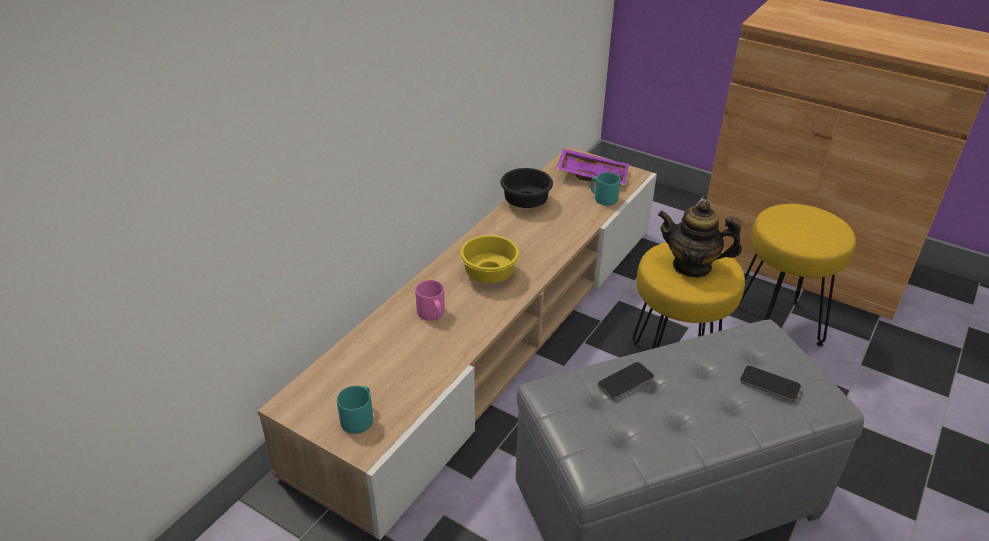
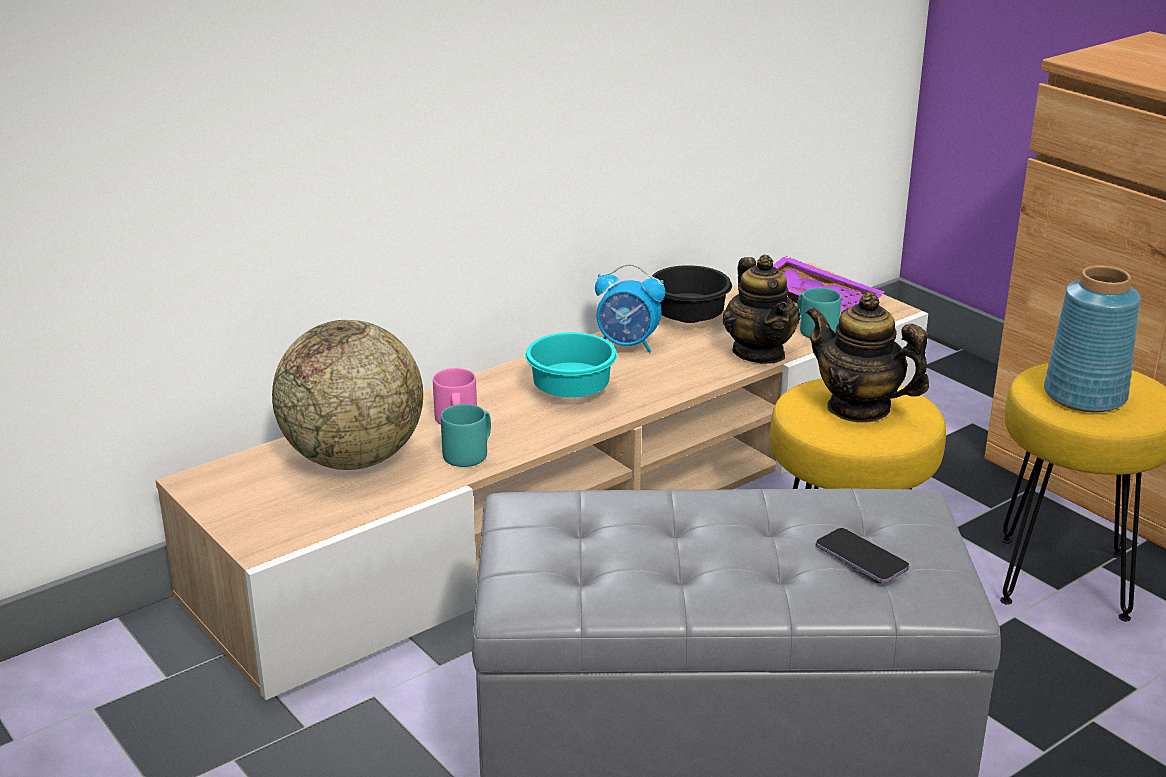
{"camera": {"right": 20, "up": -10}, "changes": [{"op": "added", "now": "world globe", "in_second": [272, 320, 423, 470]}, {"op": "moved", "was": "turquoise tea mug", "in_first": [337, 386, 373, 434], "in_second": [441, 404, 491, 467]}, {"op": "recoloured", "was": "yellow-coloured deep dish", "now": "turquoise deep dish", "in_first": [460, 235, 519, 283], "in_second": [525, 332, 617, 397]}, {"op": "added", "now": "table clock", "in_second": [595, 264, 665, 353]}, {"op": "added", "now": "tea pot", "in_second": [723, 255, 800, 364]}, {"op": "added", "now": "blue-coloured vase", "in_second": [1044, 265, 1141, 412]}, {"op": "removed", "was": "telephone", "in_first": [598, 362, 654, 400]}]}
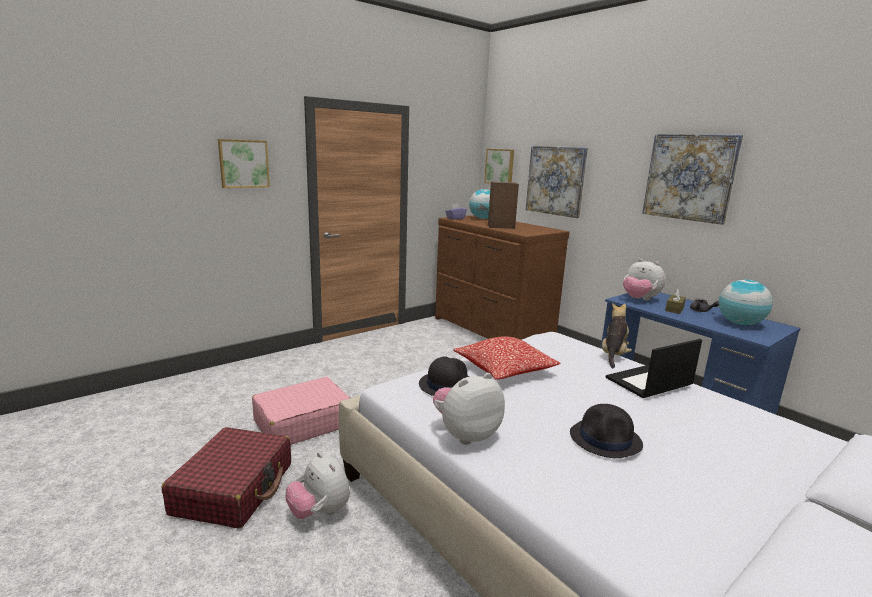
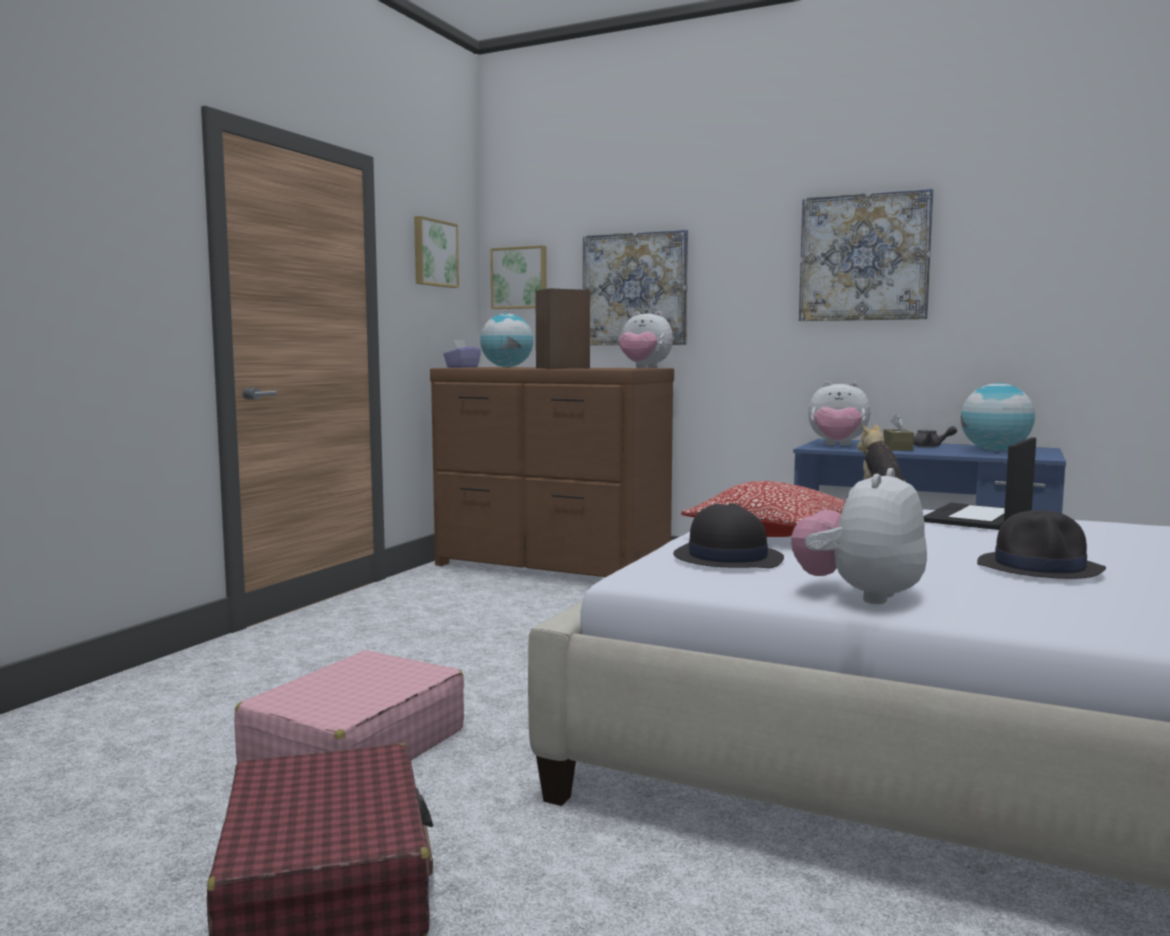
{"camera": {"right": -25, "up": -10}, "changes": [{"op": "moved", "was": "wall art", "in_first": [218, 139, 270, 188], "in_second": [414, 216, 459, 288]}, {"op": "moved", "was": "cuddly toy", "in_first": [286, 452, 350, 519], "in_second": [619, 311, 673, 368]}]}
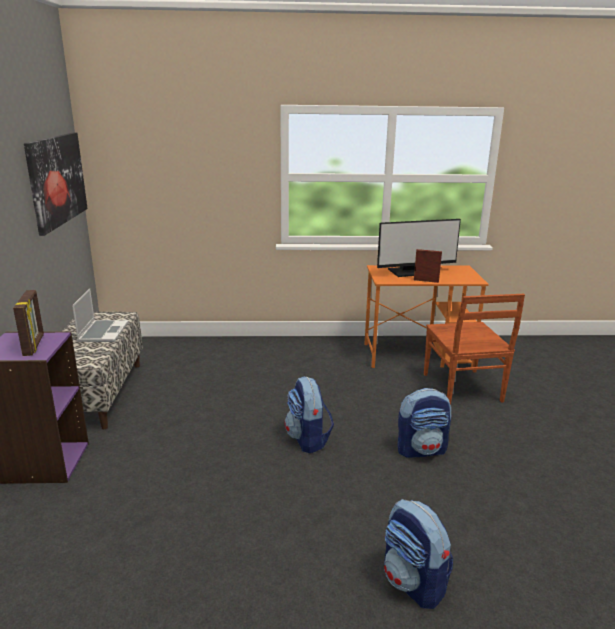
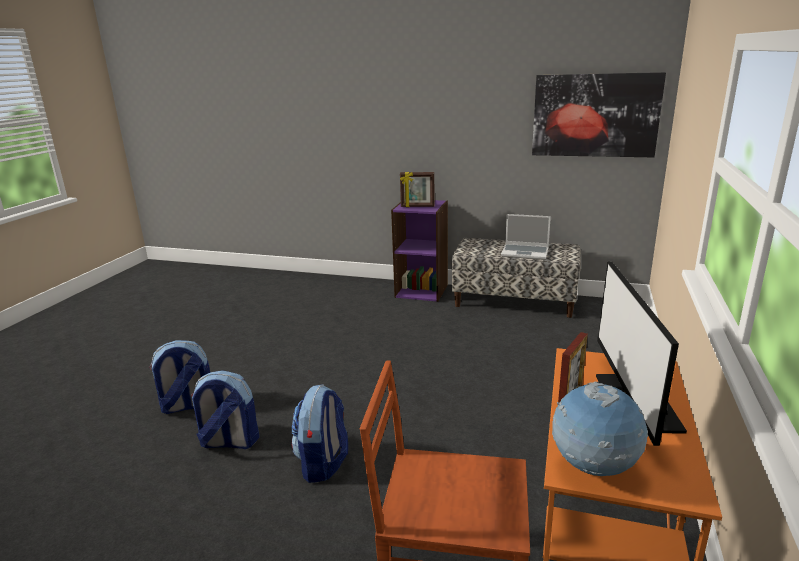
{"camera": {"right": 110, "up": 0}, "changes": [{"op": "moved", "was": "knapsack", "in_first": [284, 376, 334, 453], "in_second": [191, 370, 259, 449]}, {"op": "added", "now": "world globe", "in_second": [552, 382, 648, 476]}]}
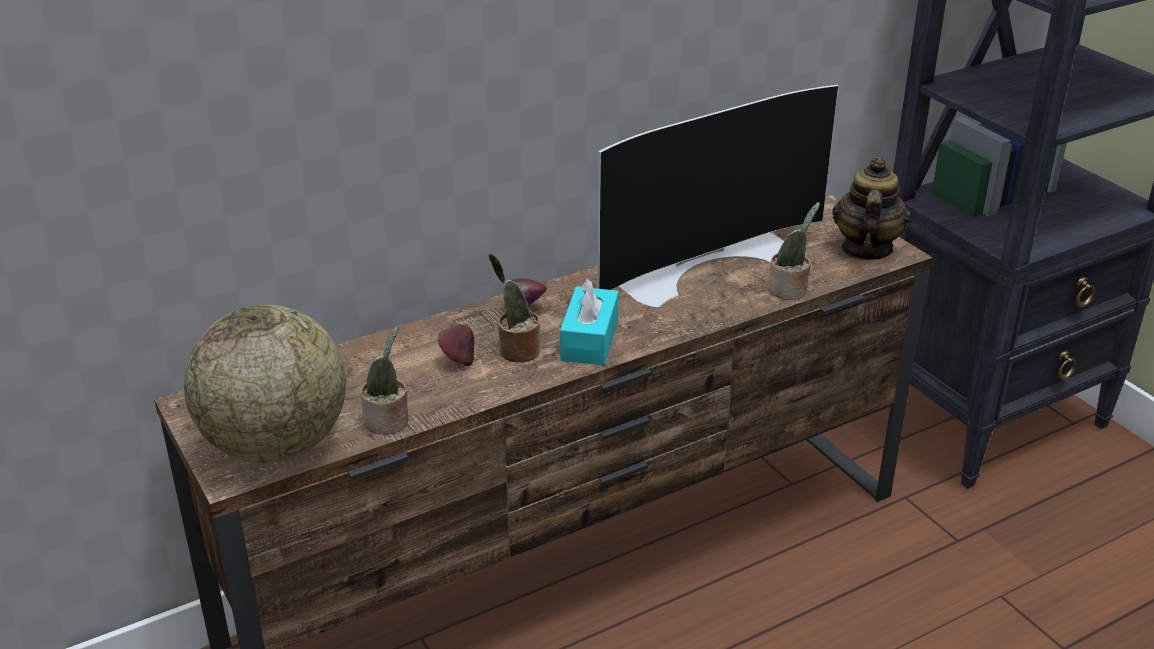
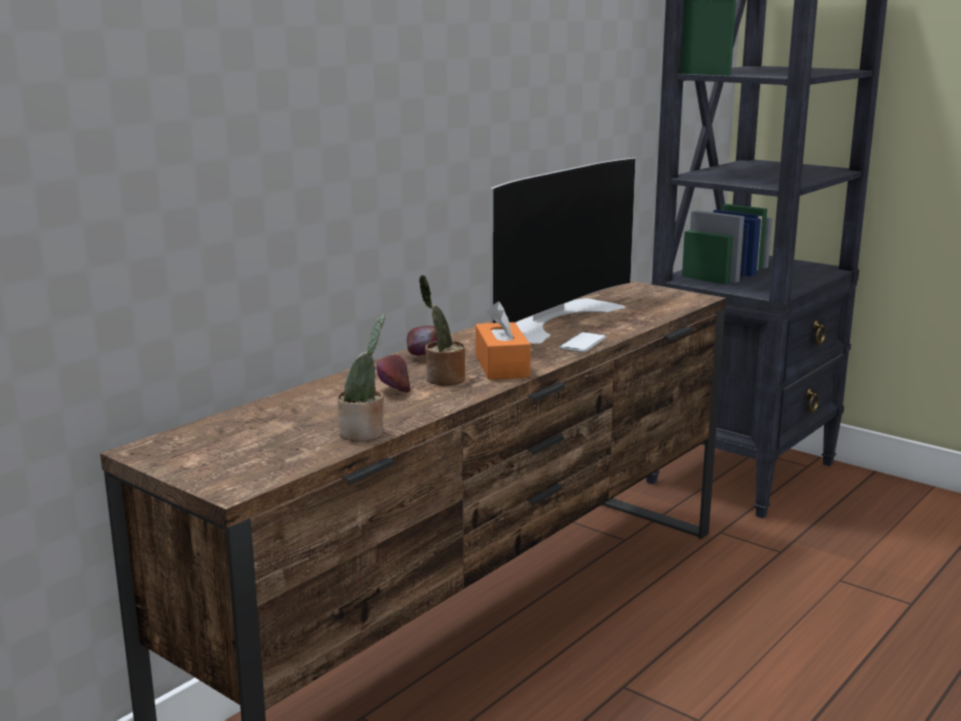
{"camera": {"right": -20, "up": -15}, "changes": [{"op": "recoloured", "was": "turquoise tissue box", "now": "orange tissue box", "in_first": [560, 278, 619, 365], "in_second": [475, 301, 531, 380]}, {"op": "added", "now": "telephone", "in_second": [559, 332, 607, 353]}, {"op": "removed", "was": "world globe", "in_first": [184, 305, 346, 463]}, {"op": "removed", "was": "plant in a pot", "in_first": [769, 202, 820, 300]}, {"op": "removed", "was": "tea pot", "in_first": [832, 157, 911, 260]}]}
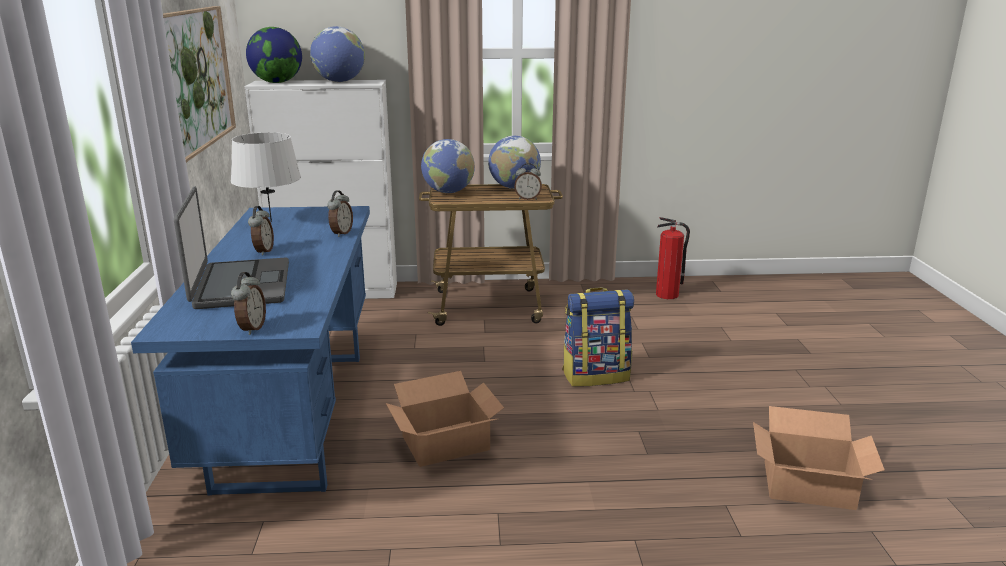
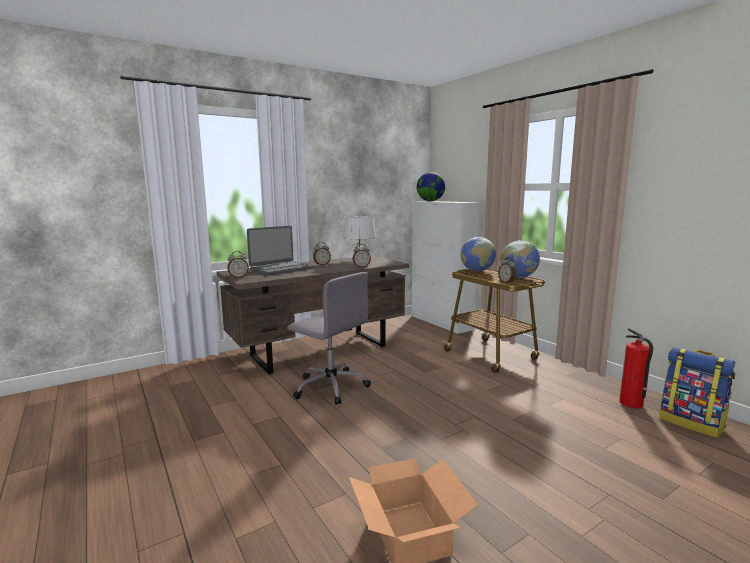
{"camera": {"right": 60, "up": -10}, "changes": [{"op": "recoloured", "was": "blue-coloured desk table", "now": "brown desk table", "in_first": [131, 206, 370, 495], "in_second": [217, 255, 409, 374]}, {"op": "replaced", "was": "carton", "now": "grey computer chair", "in_first": [386, 371, 504, 467], "in_second": [287, 272, 371, 405]}, {"op": "moved", "was": "knapsack", "in_first": [562, 287, 634, 387], "in_second": [659, 347, 735, 438]}, {"op": "removed", "was": "wall art", "in_first": [163, 6, 236, 162]}, {"op": "removed", "was": "world globe", "in_first": [310, 26, 365, 82]}]}
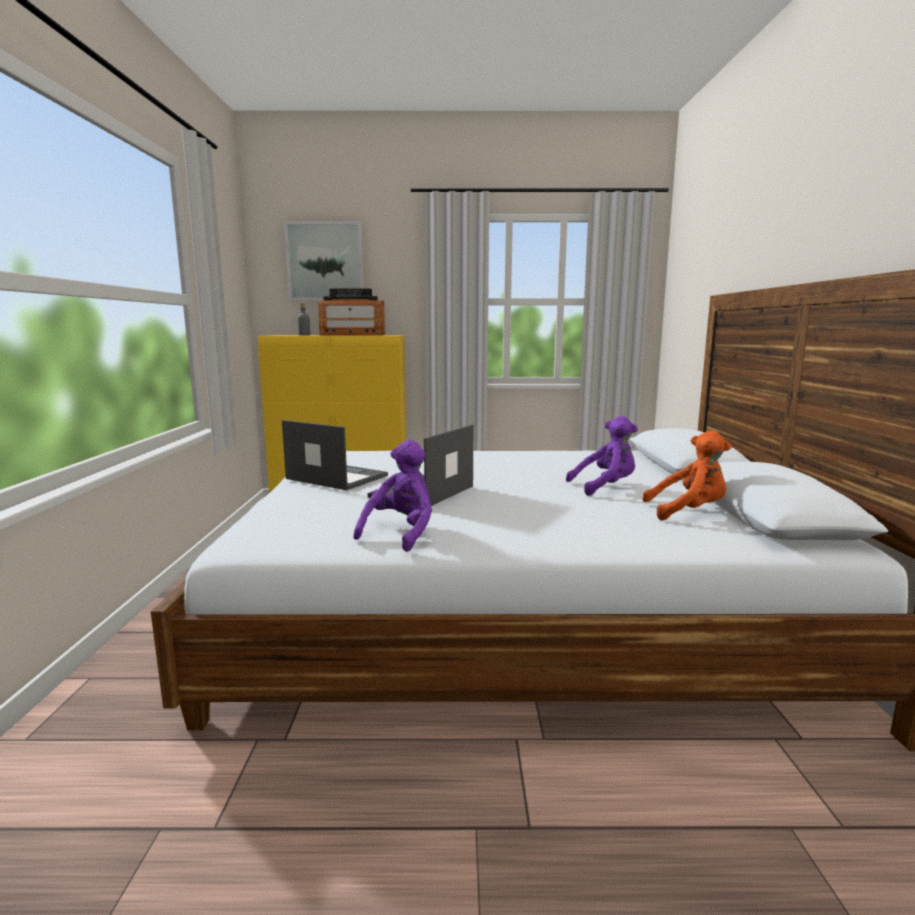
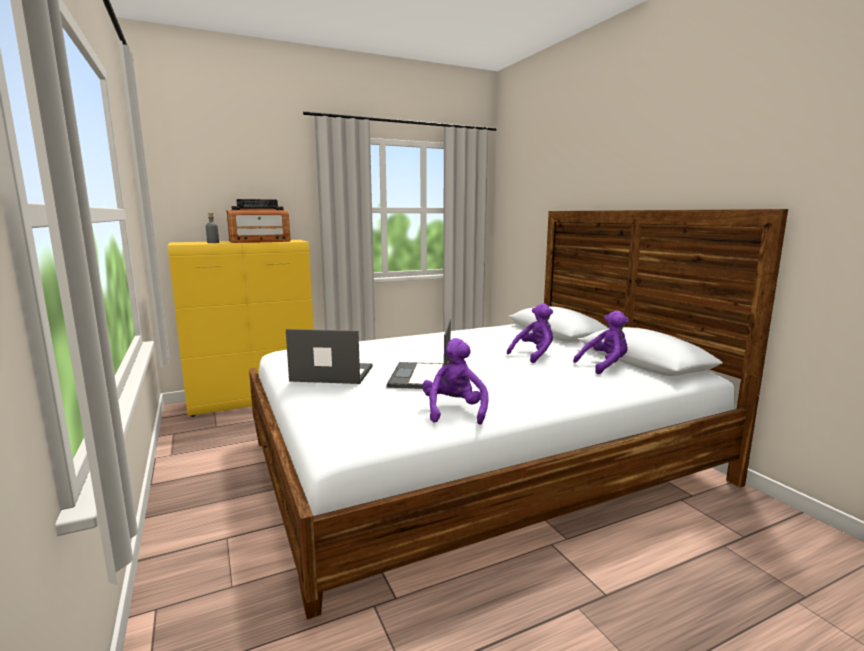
{"camera": {"right": -25, "up": 0}, "changes": [{"op": "recoloured", "was": "orange cuddly toy", "now": "purplish cuddly toy", "in_first": [642, 430, 731, 521], "in_second": [573, 311, 629, 374]}, {"op": "removed", "was": "wall art", "in_first": [284, 221, 364, 301]}]}
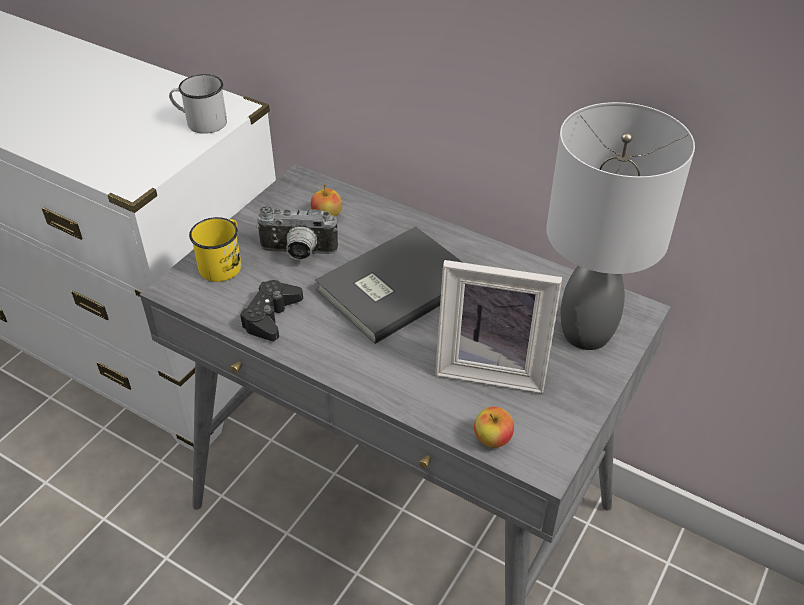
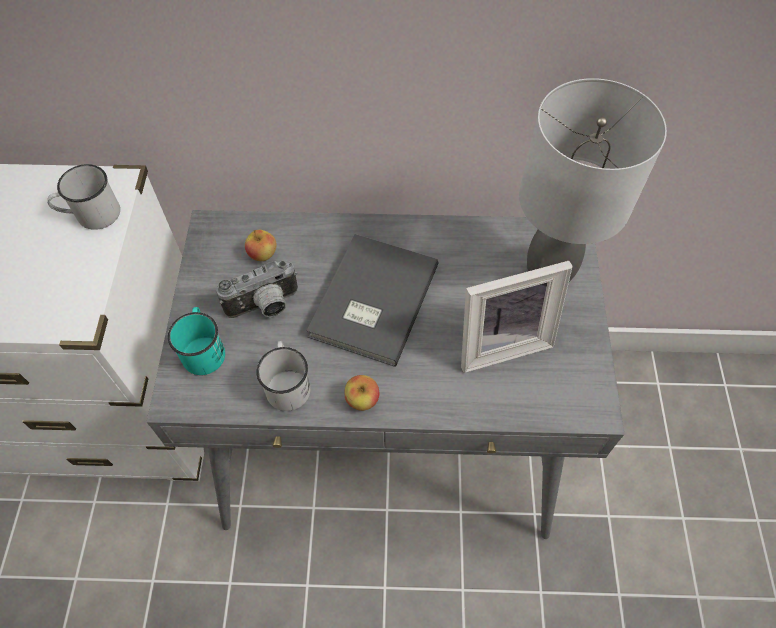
{"camera": {"right": -30, "up": 15}, "changes": [{"op": "recoloured", "was": "yellow-coloured tea mug", "now": "turquoise tea mug", "in_first": [189, 217, 241, 282], "in_second": [168, 307, 225, 375]}, {"op": "replaced", "was": "black game controller", "now": "whitish tea mug", "in_first": [240, 280, 303, 341], "in_second": [256, 341, 310, 411]}, {"op": "moved", "was": "whole apple", "in_first": [474, 406, 514, 448], "in_second": [344, 375, 380, 411]}]}
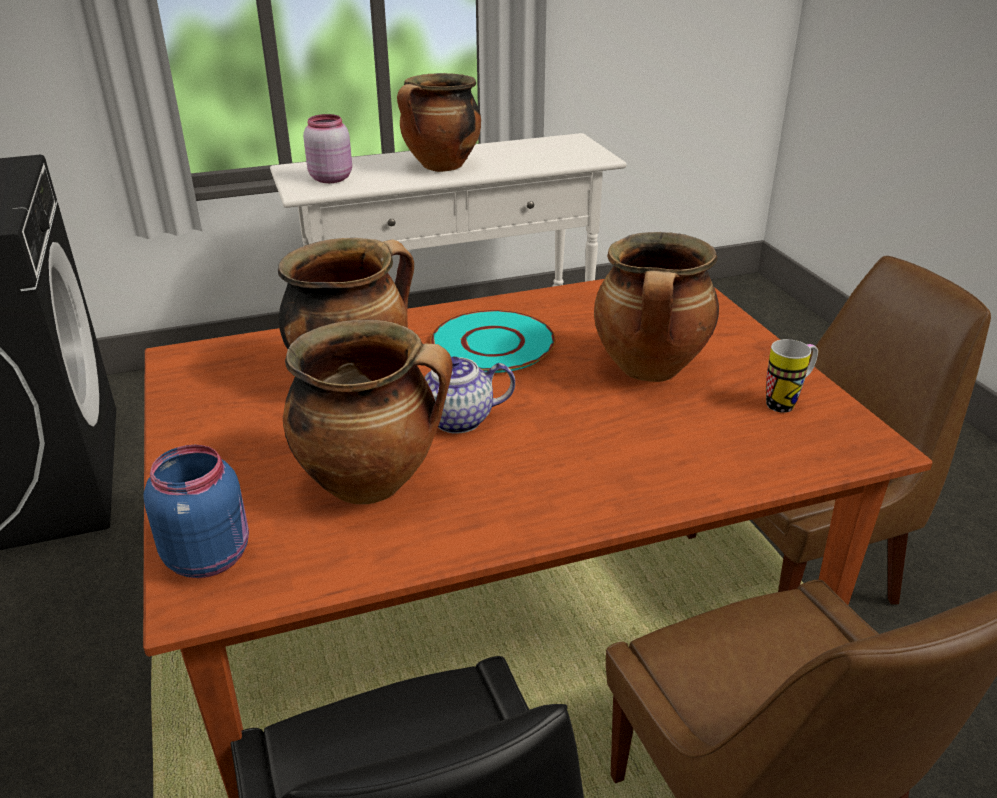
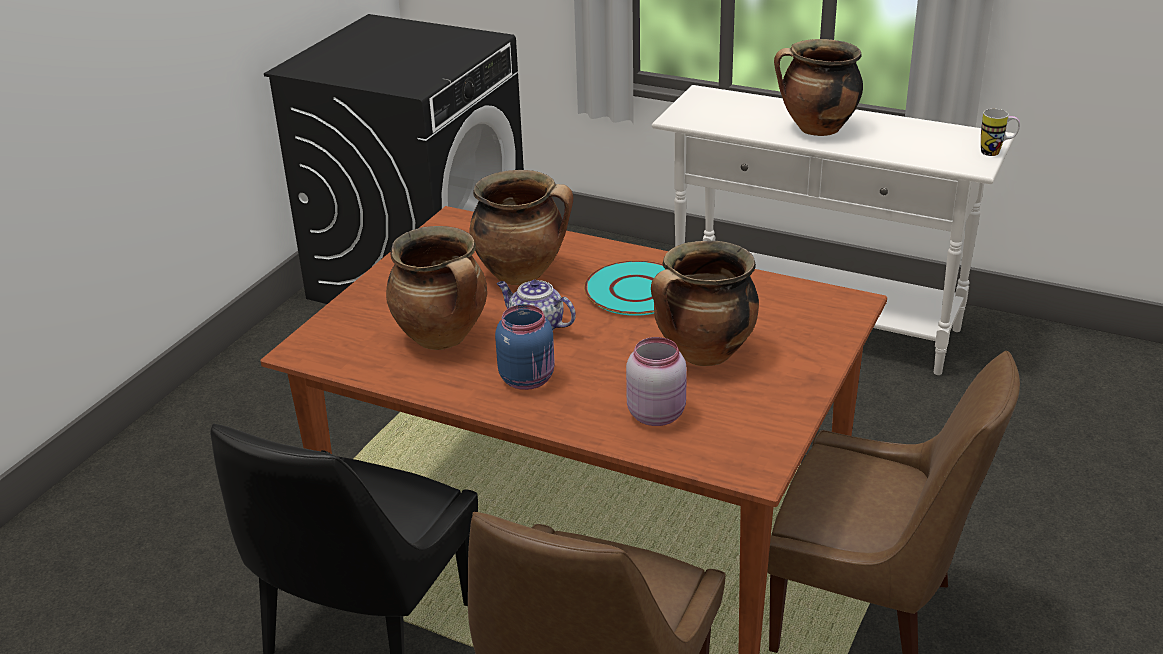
{"camera": {"right": 45, "up": 0}, "changes": [{"op": "moved", "was": "blue-coloured jar", "in_first": [143, 445, 249, 578], "in_second": [495, 304, 555, 390]}, {"op": "moved", "was": "pink jar", "in_first": [303, 114, 352, 183], "in_second": [626, 337, 687, 426]}, {"op": "moved", "was": "tea mug", "in_first": [766, 339, 818, 413], "in_second": [981, 109, 1020, 156]}]}
